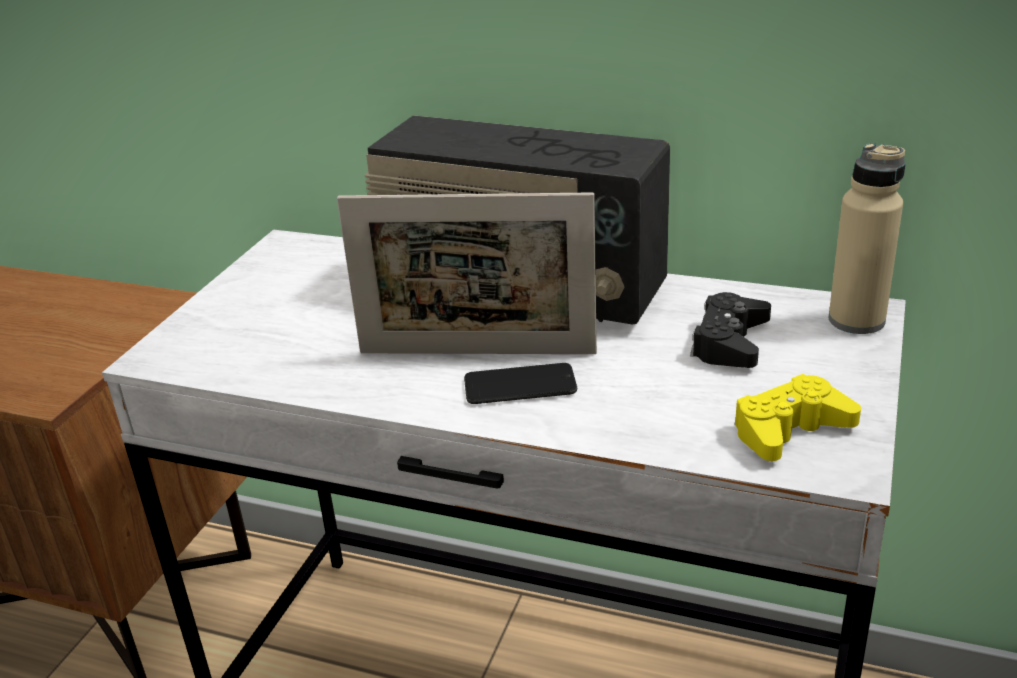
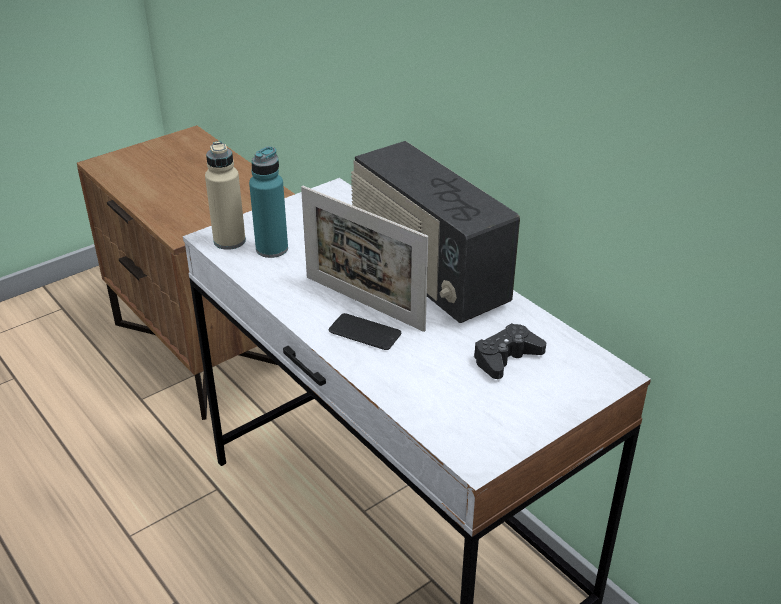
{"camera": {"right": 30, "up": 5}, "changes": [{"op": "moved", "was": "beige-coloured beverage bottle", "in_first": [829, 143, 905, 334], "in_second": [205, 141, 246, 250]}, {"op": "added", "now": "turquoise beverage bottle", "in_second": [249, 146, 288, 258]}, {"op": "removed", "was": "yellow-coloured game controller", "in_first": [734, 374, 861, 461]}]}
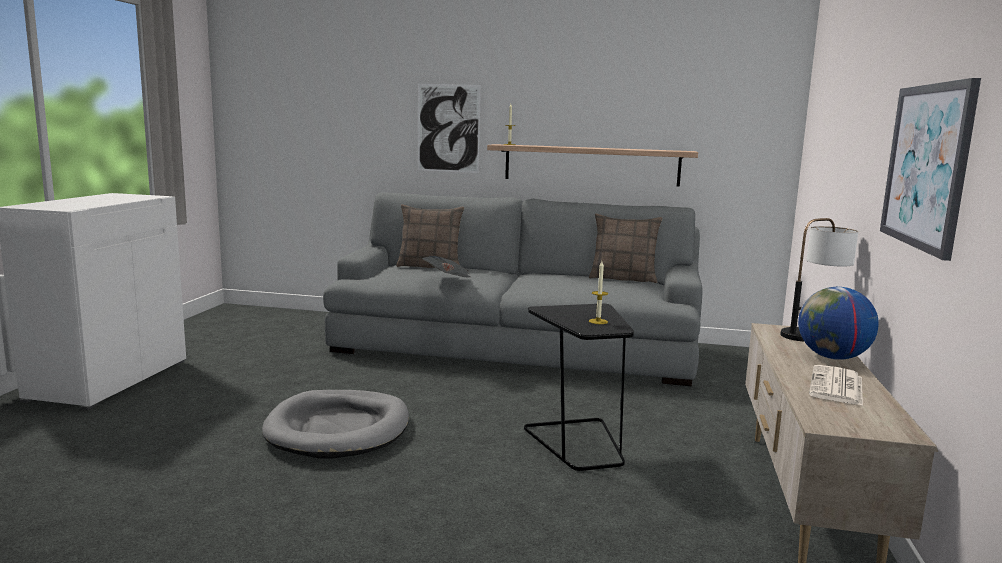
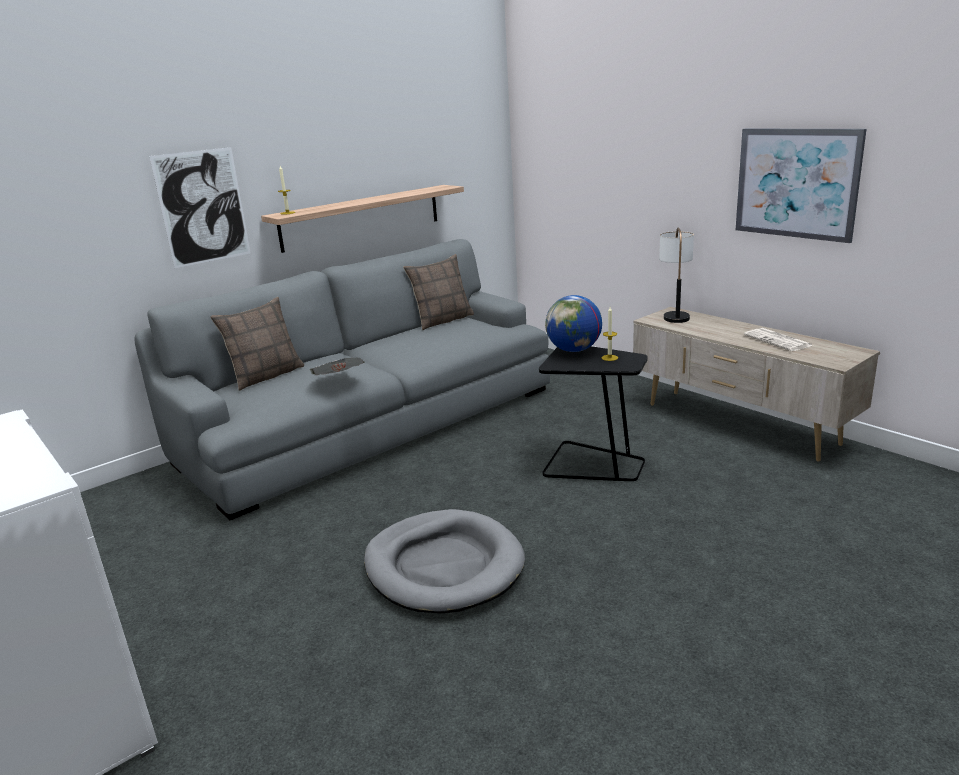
{"camera": {"right": -50, "up": 10}, "changes": [{"op": "moved", "was": "world globe", "in_first": [798, 287, 879, 360], "in_second": [545, 295, 602, 352]}]}
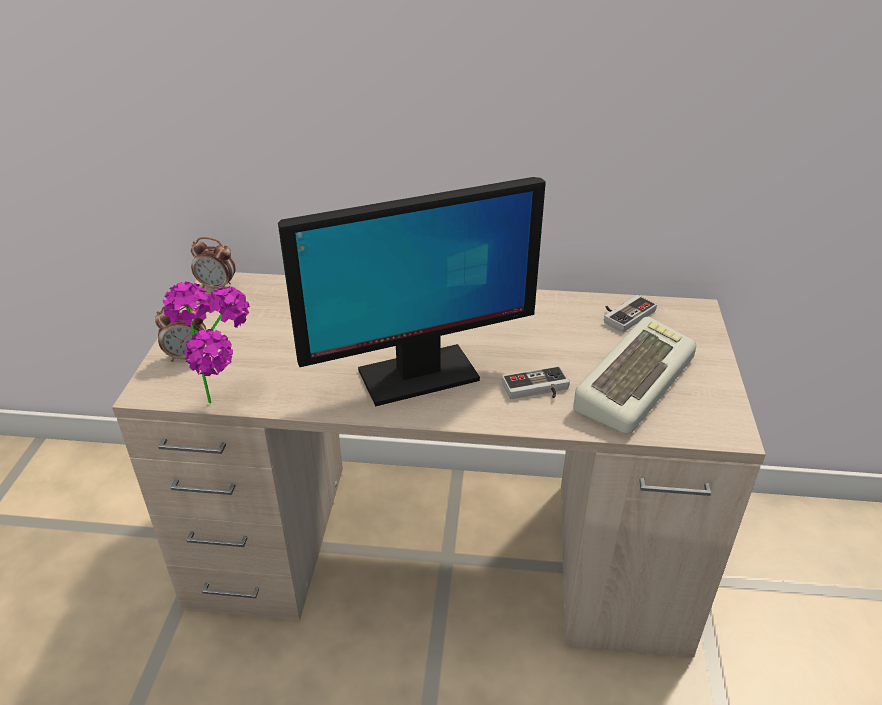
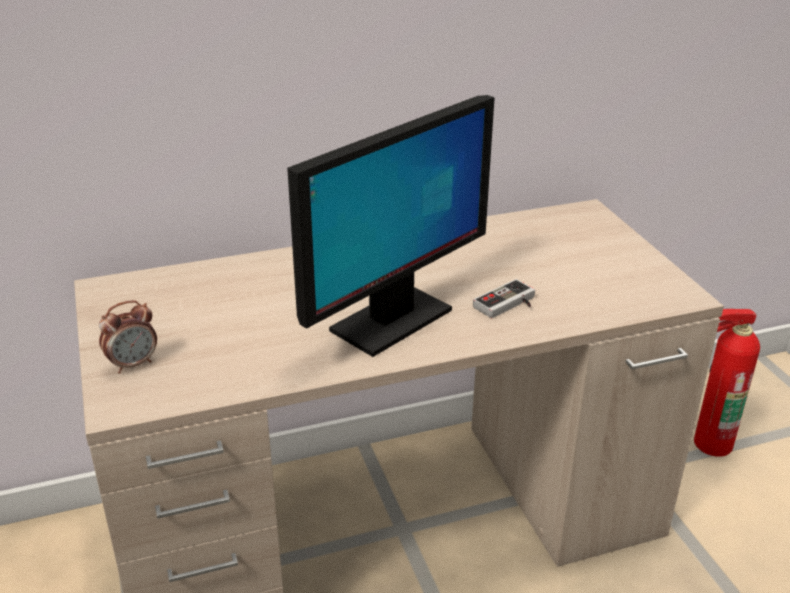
{"camera": {"right": -25, "up": -5}, "changes": [{"op": "added", "now": "fire-fighting cylinder", "in_second": [694, 309, 760, 457]}, {"op": "removed", "was": "plant in a pot", "in_first": [163, 282, 250, 403]}, {"op": "removed", "was": "table clock", "in_first": [191, 237, 236, 289]}, {"op": "removed", "was": "PC keyboard", "in_first": [573, 317, 696, 434]}, {"op": "removed", "was": "game controller", "in_first": [604, 295, 657, 333]}]}
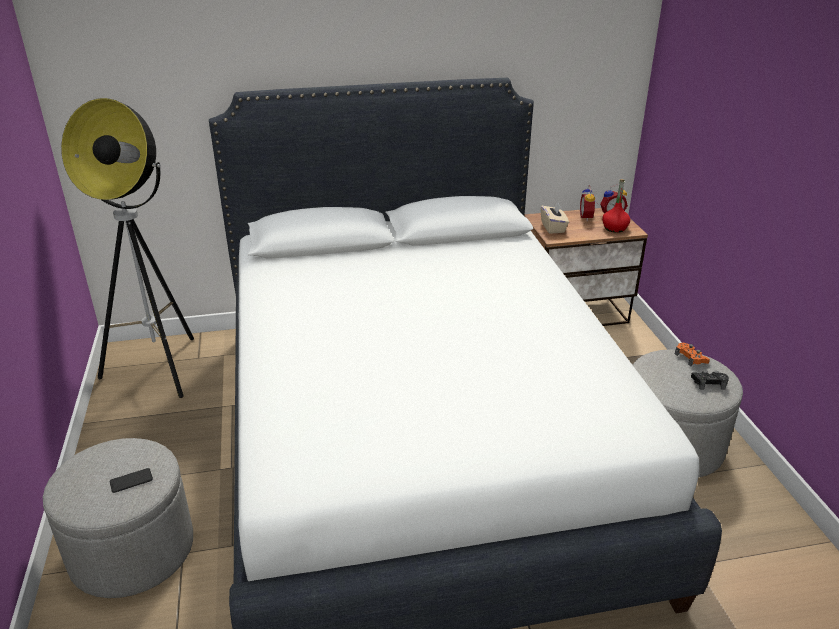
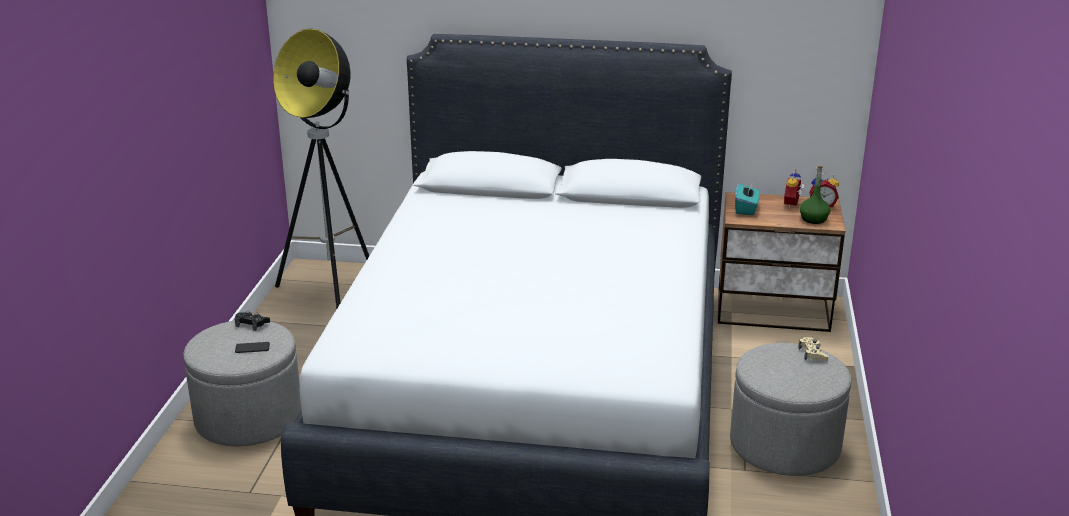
{"camera": {"right": 20, "up": -5}, "changes": [{"op": "moved", "was": "black game controller", "in_first": [691, 370, 729, 390], "in_second": [235, 311, 270, 331]}, {"op": "recoloured", "was": "beige-coloured tissue box", "now": "turquoise tissue box", "in_first": [541, 202, 569, 234], "in_second": [735, 182, 760, 215]}, {"op": "recoloured", "was": "orange game controller", "now": "beige-coloured game controller", "in_first": [675, 342, 710, 366], "in_second": [798, 337, 828, 362]}, {"op": "recoloured", "was": "reddish beverage bottle", "now": "green-coloured beverage bottle", "in_first": [602, 179, 630, 233], "in_second": [799, 165, 831, 224]}]}
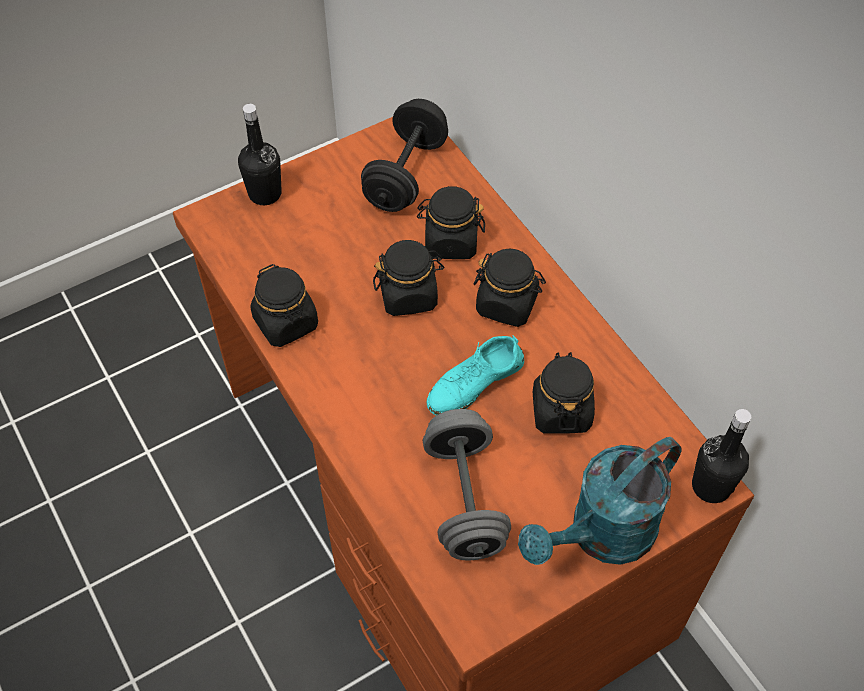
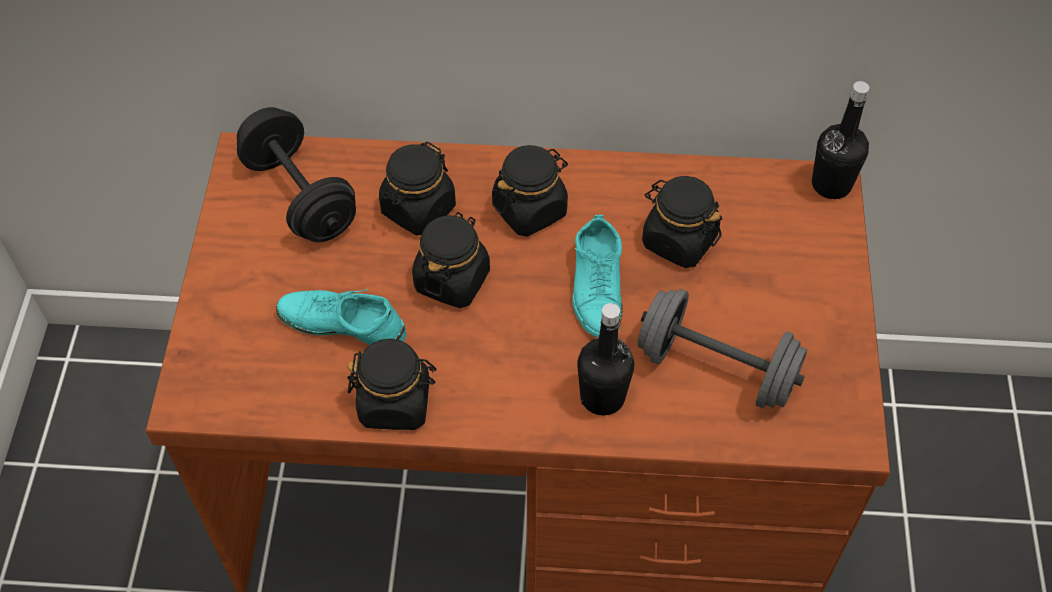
{"camera": {"right": -55, "up": 0}, "changes": [{"op": "added", "now": "turquoise item of footwear", "in_second": [276, 289, 406, 345]}, {"op": "moved", "was": "black beverage bottle", "in_first": [238, 104, 282, 205], "in_second": [577, 303, 634, 416]}, {"op": "removed", "was": "turquoise watering can", "in_first": [518, 437, 682, 565]}]}
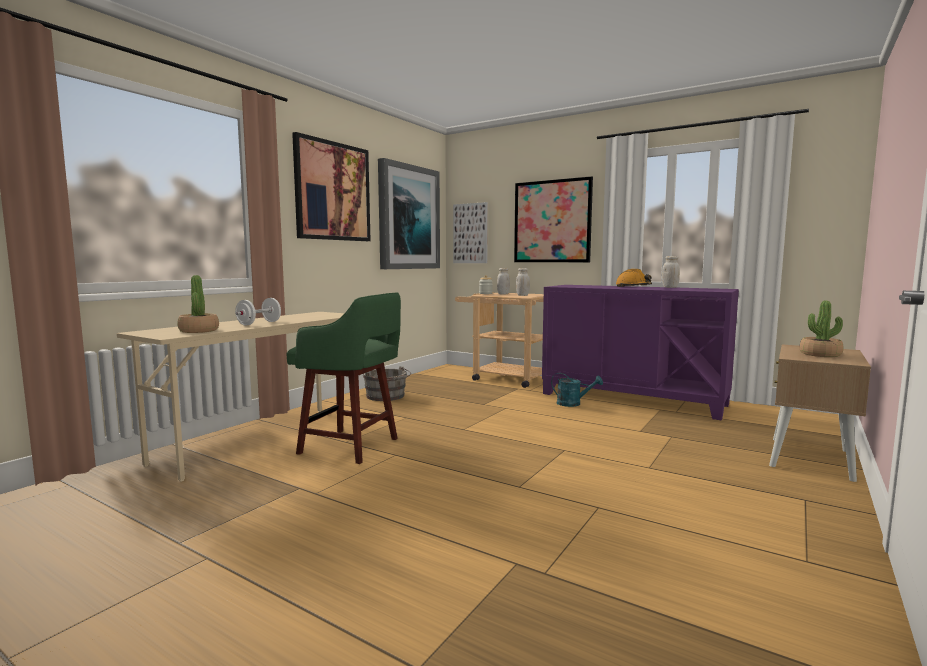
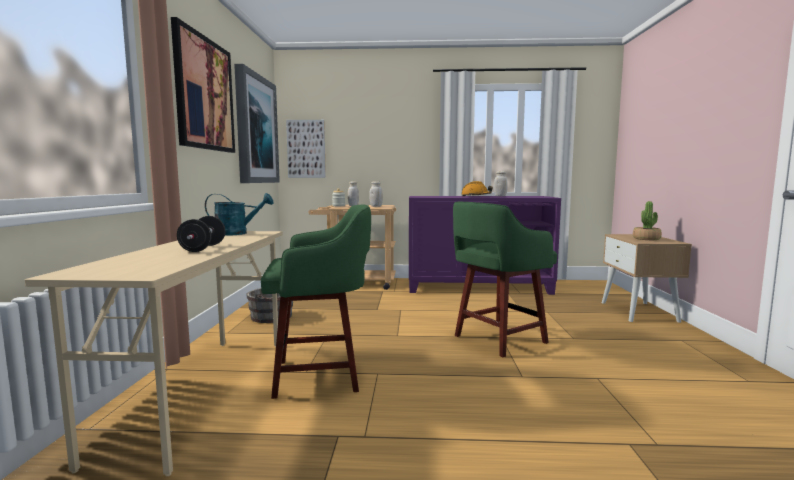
{"camera": {"right": -30, "up": 0}, "changes": [{"op": "recoloured", "was": "whitish free weight", "now": "black free weight", "in_first": [235, 298, 281, 325], "in_second": [177, 216, 226, 252]}, {"op": "moved", "was": "turquoise watering can", "in_first": [551, 373, 603, 407], "in_second": [205, 193, 273, 236]}, {"op": "added", "now": "green-coloured stool", "in_second": [453, 202, 557, 357]}, {"op": "removed", "was": "plant in a pot", "in_first": [177, 275, 219, 333]}, {"op": "removed", "was": "wall art", "in_first": [514, 176, 593, 262]}]}
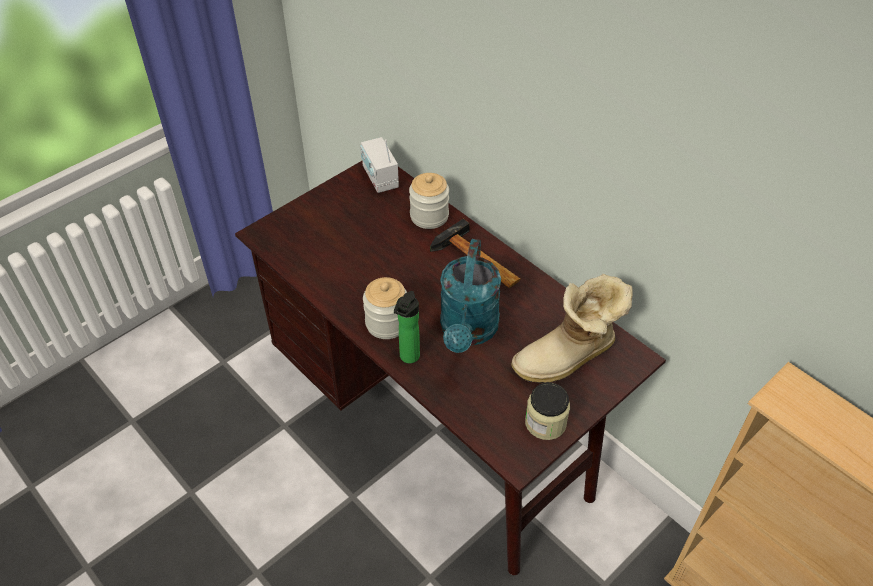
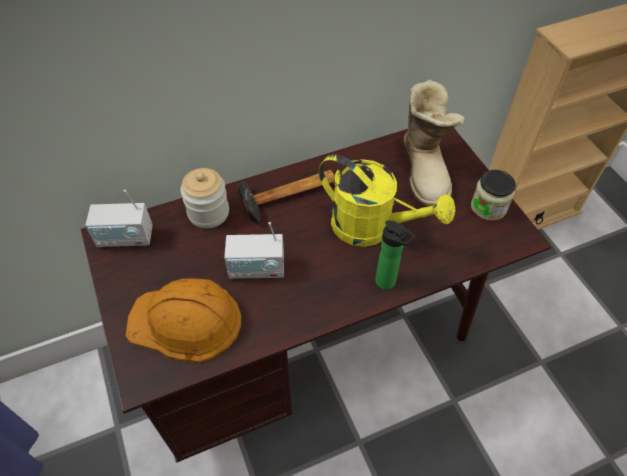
{"camera": {"right": -70, "up": 5}, "changes": [{"op": "added", "now": "orange work helmet", "in_second": [126, 278, 241, 363]}, {"op": "added", "now": "radio", "in_second": [224, 222, 284, 279]}, {"op": "recoloured", "was": "turquoise watering can", "now": "yellow-coloured watering can", "in_first": [440, 239, 501, 353], "in_second": [319, 154, 455, 247]}, {"op": "removed", "was": "jar", "in_first": [363, 277, 407, 339]}]}
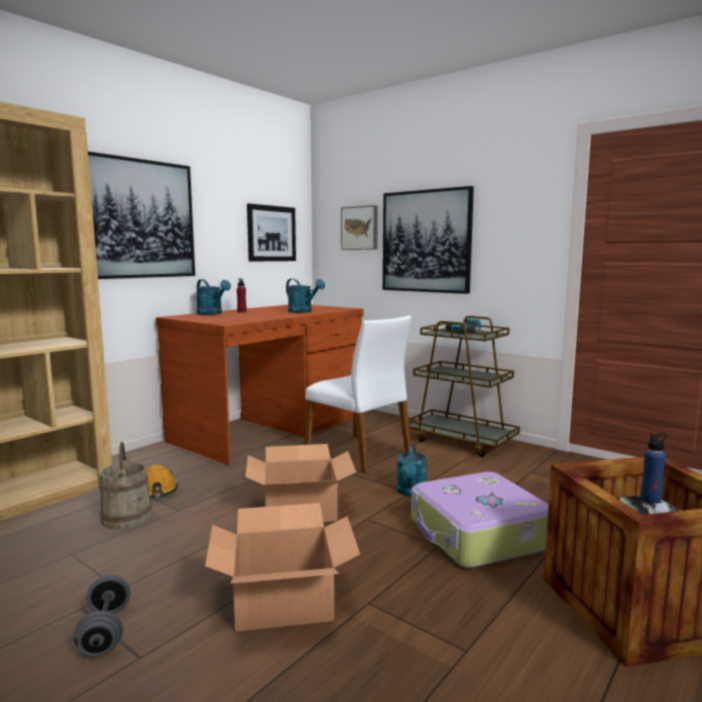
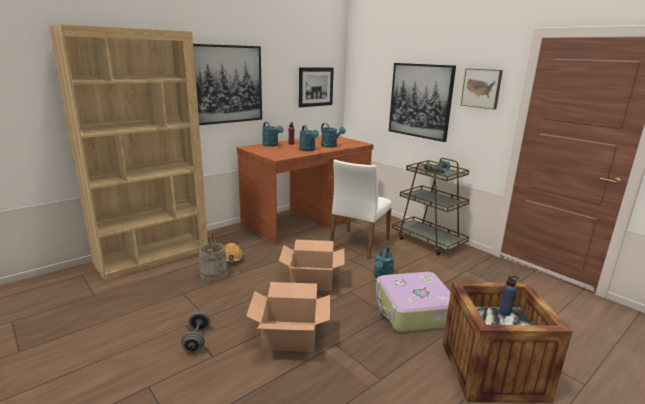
{"camera": {"right": 10, "up": 10}, "changes": [{"op": "added", "now": "turquoise watering can", "in_second": [299, 125, 319, 151]}, {"op": "turned", "was": "whitish plain chair", "in_first": [305, 315, 411, 473], "in_second": [329, 159, 392, 259], "clockwise": 60}, {"op": "moved", "was": "wall art", "in_first": [341, 205, 378, 250], "in_second": [461, 68, 503, 109]}]}
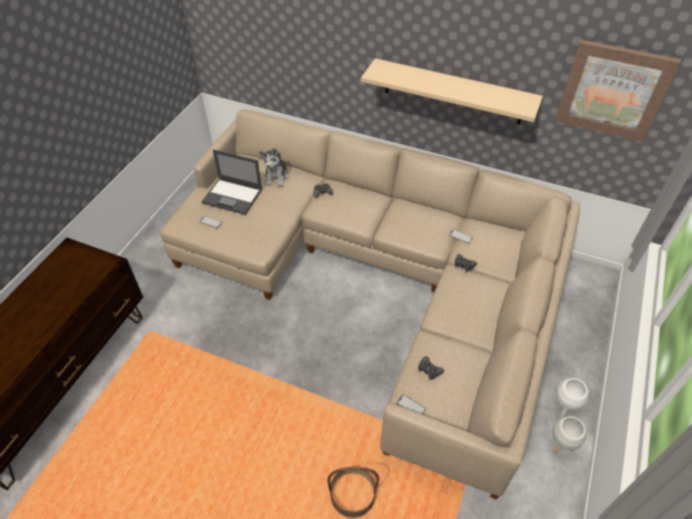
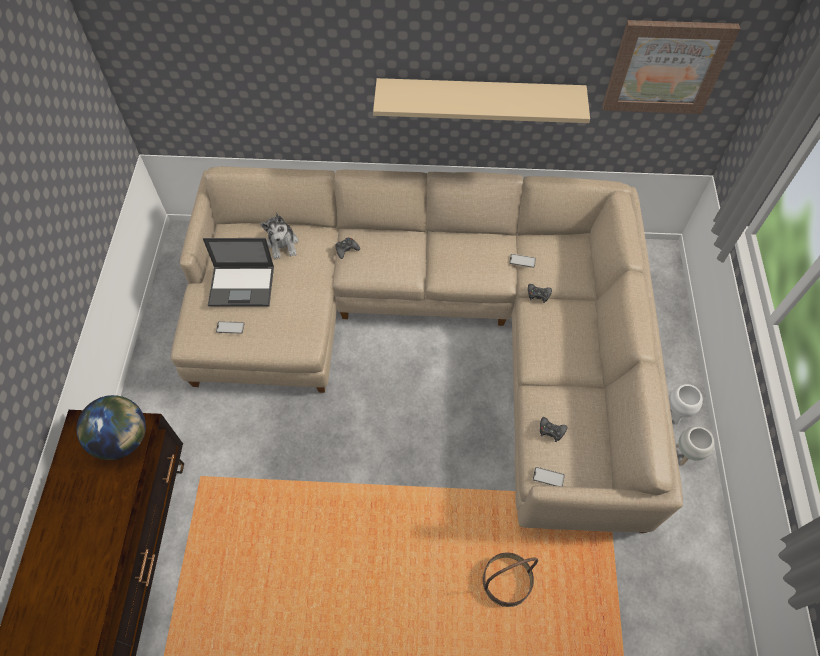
{"camera": {"right": -20, "up": 10}, "changes": [{"op": "added", "now": "world globe", "in_second": [76, 395, 146, 460]}]}
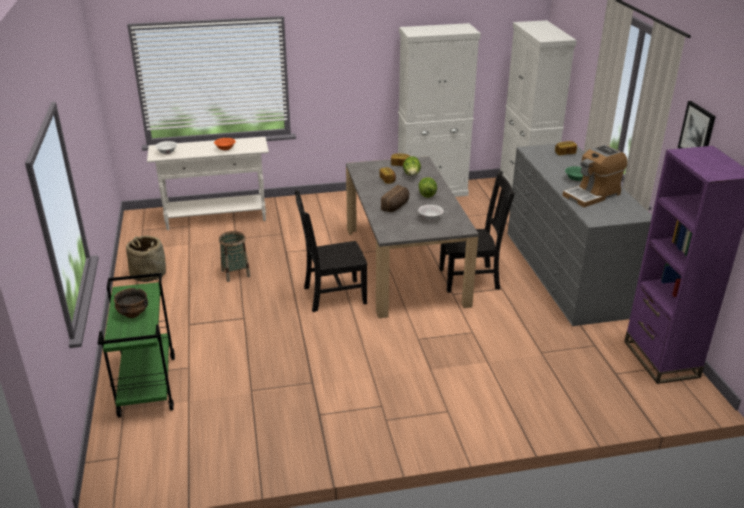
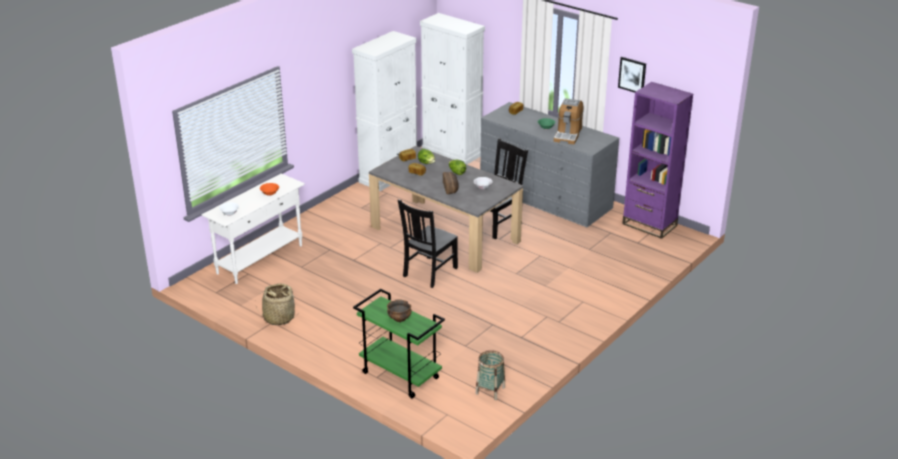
{"camera": {"right": -40, "up": 0}, "changes": [{"op": "moved", "was": "basket", "in_first": [219, 231, 250, 282], "in_second": [475, 350, 505, 400]}]}
